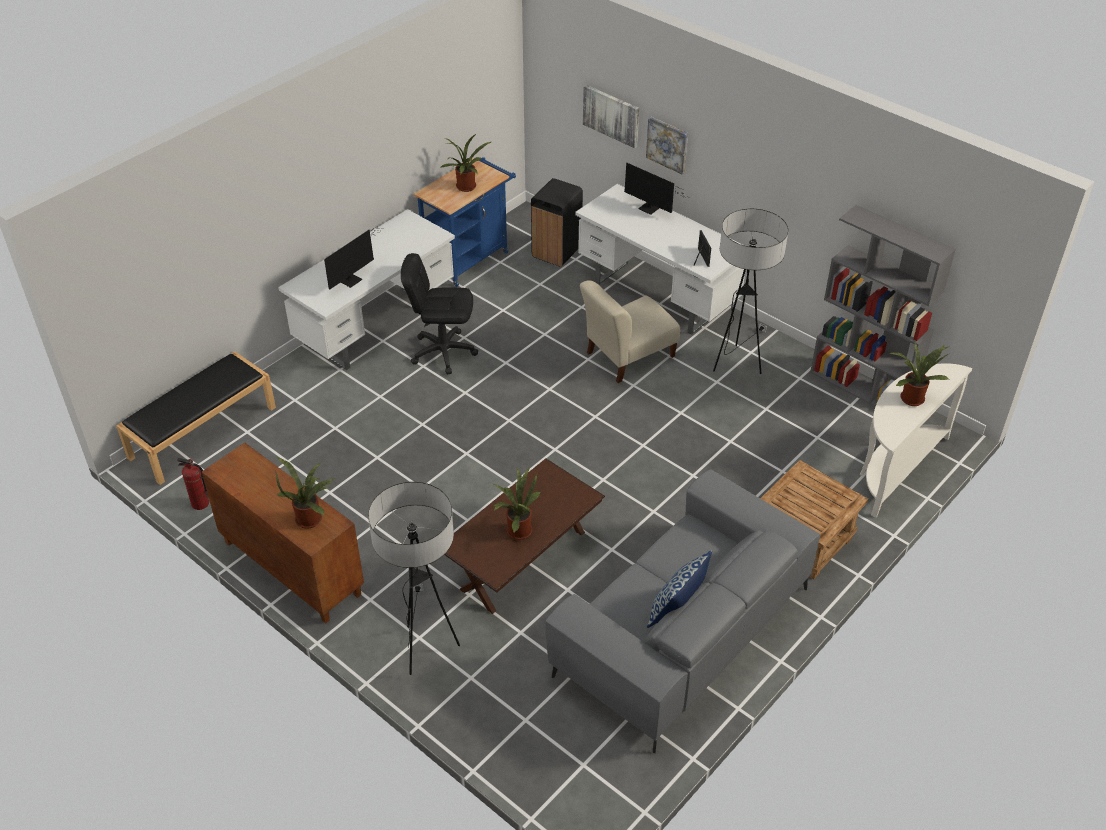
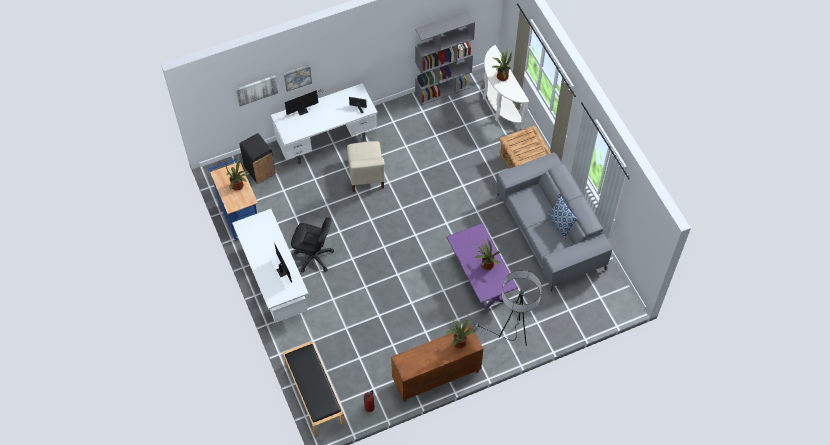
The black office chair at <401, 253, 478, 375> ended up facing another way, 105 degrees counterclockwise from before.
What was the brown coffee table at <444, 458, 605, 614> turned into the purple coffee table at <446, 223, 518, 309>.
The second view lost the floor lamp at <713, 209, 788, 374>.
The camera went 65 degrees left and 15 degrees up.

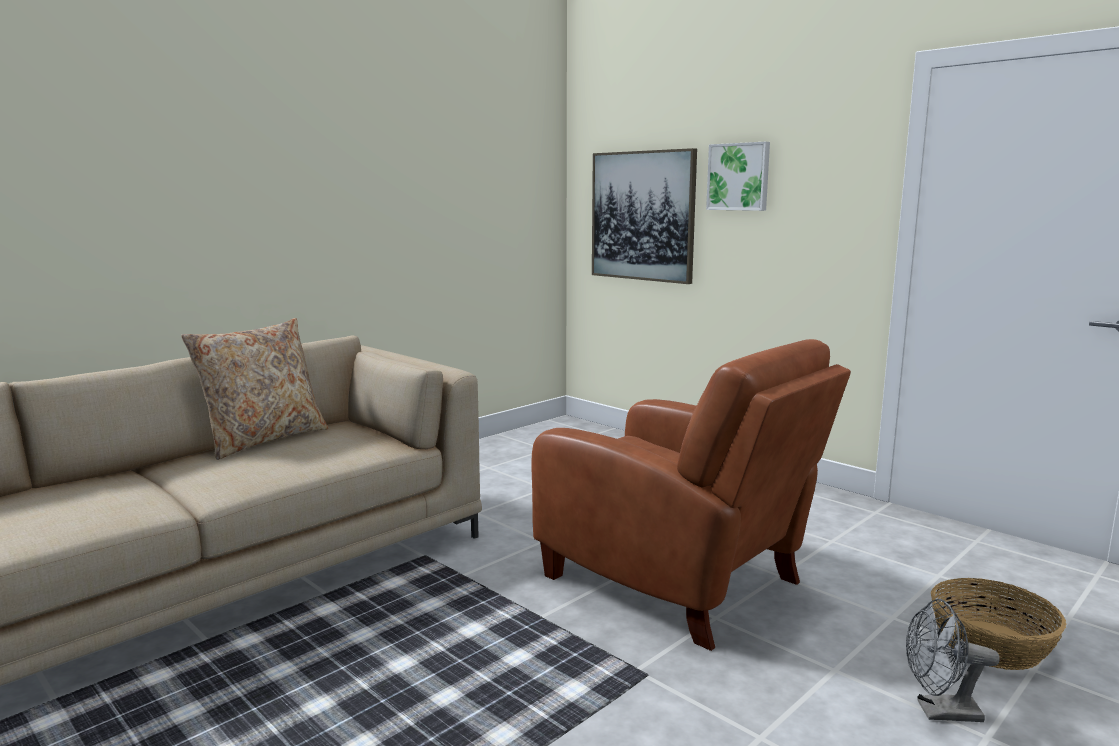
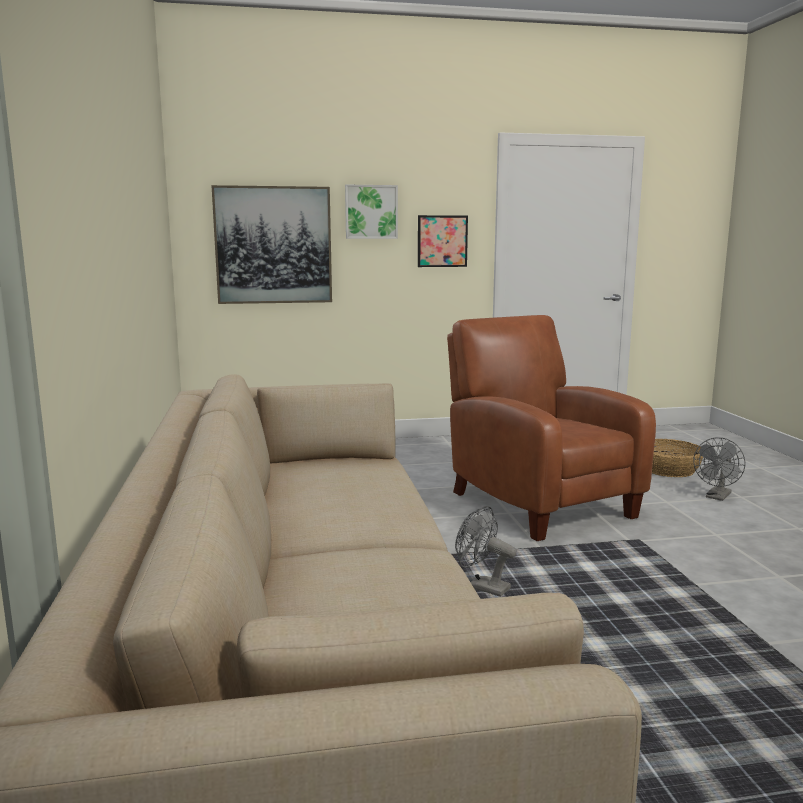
The second view lost the beige pillow at <181, 318, 328, 460>.
The brown armchair at <531, 339, 851, 651> ended up facing another way, 105 degrees counterclockwise from before.
The second view gained the picture at <418, 215, 468, 267>.
The second view gained the grey fan at <455, 506, 516, 597>.
The camera went 55 degrees left and 0 degrees up.

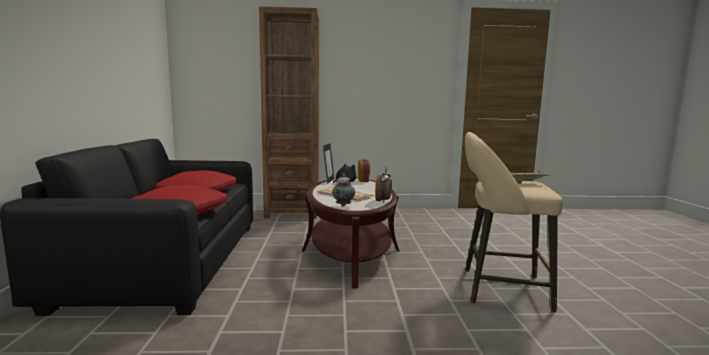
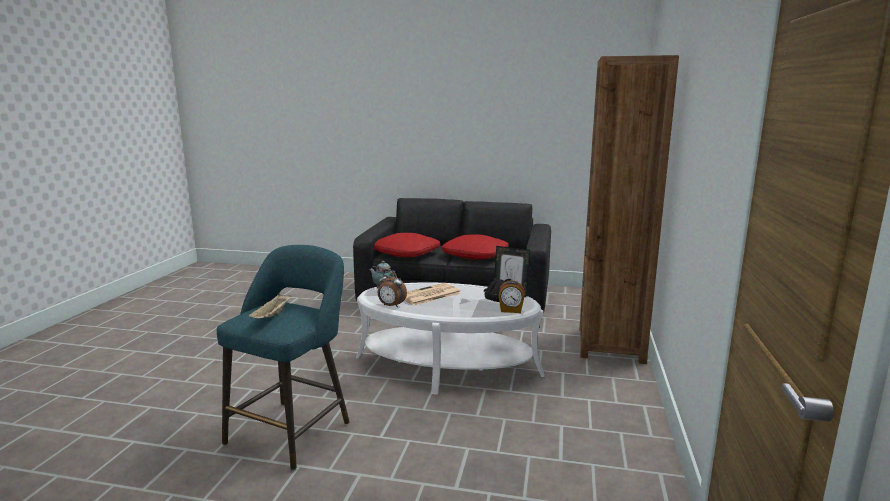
What was the brown coffee table at <302, 178, 400, 288> turned into the white coffee table at <356, 282, 545, 395>.
What was the beige stool at <465, 132, 563, 313> turned into the turquoise stool at <217, 245, 349, 470>.
The camera went 105 degrees right and 5 degrees up.

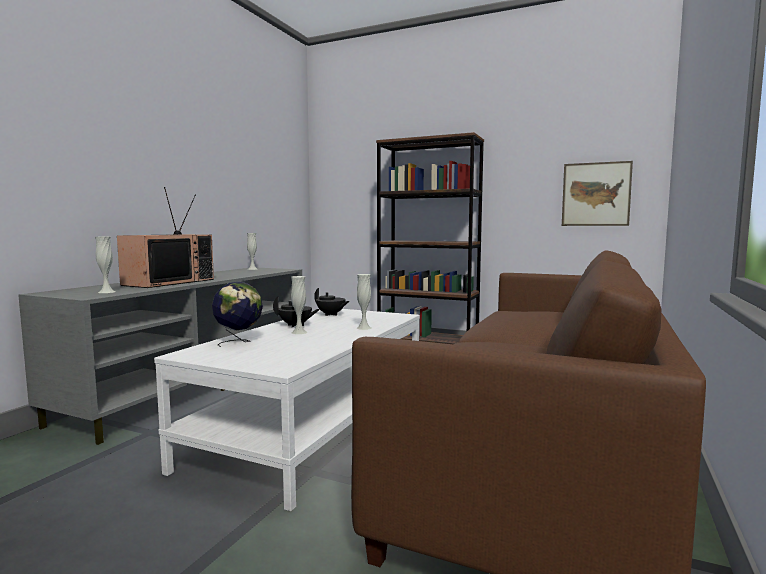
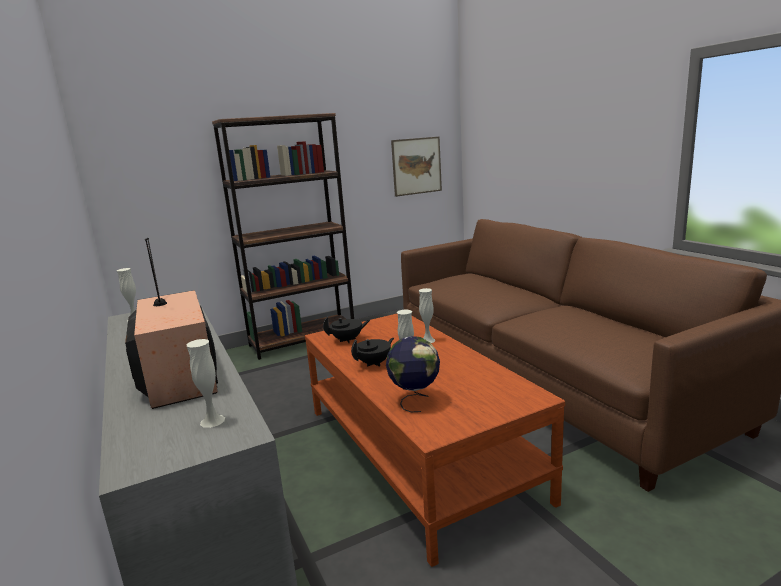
What was the white coffee table at <154, 309, 420, 511> turned into the brown coffee table at <305, 314, 565, 567>.
The camera went 50 degrees left and 10 degrees up.

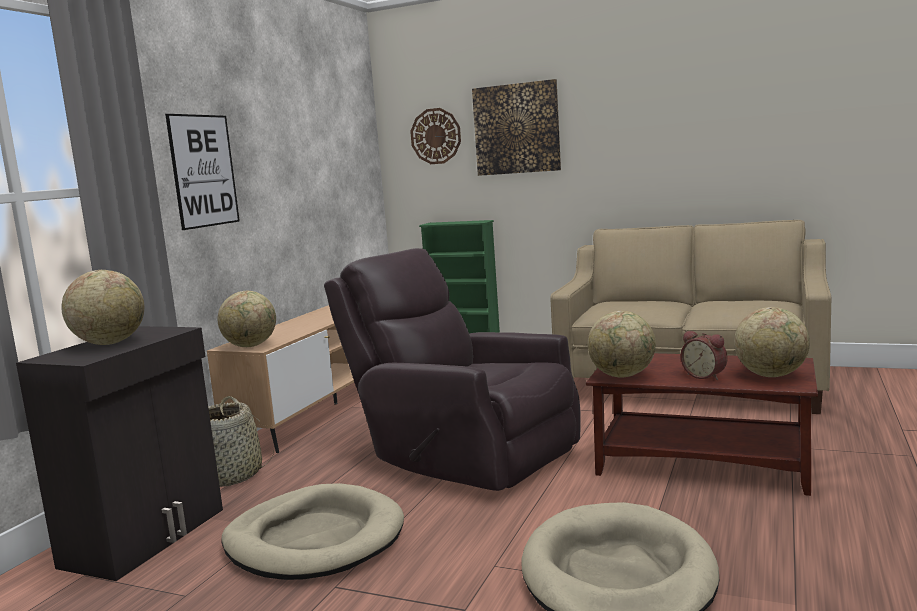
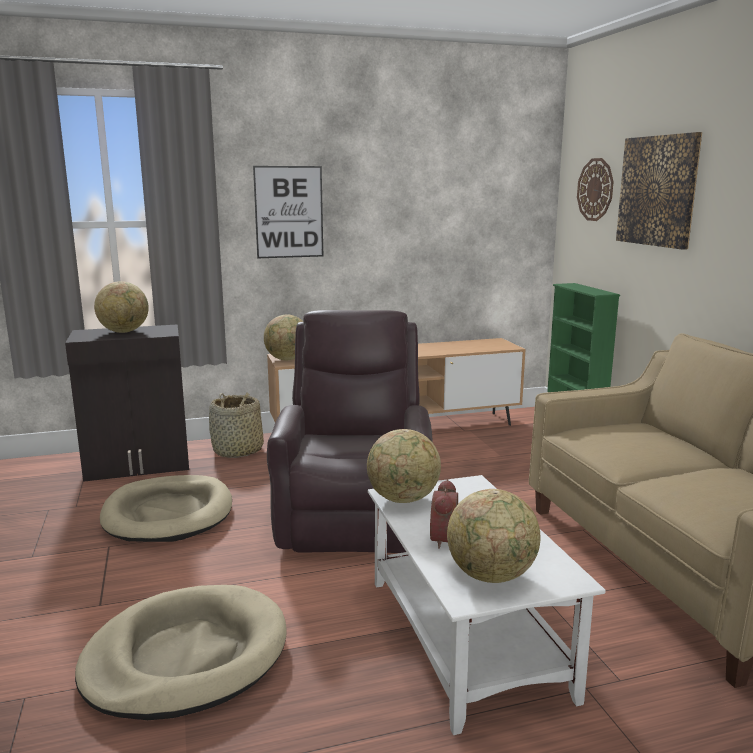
What was the brown coffee table at <586, 353, 818, 496> turned into the white coffee table at <368, 475, 606, 735>.
The camera went 50 degrees right and 5 degrees up.

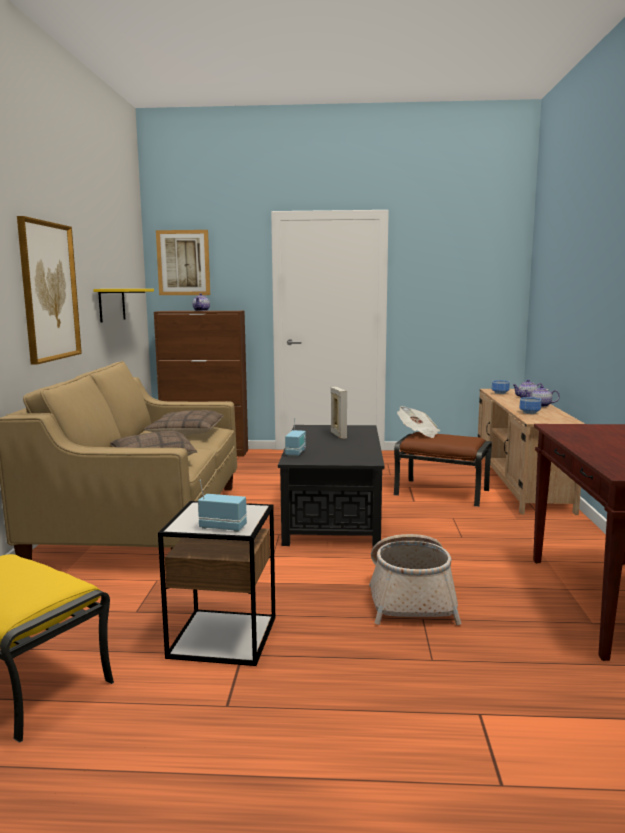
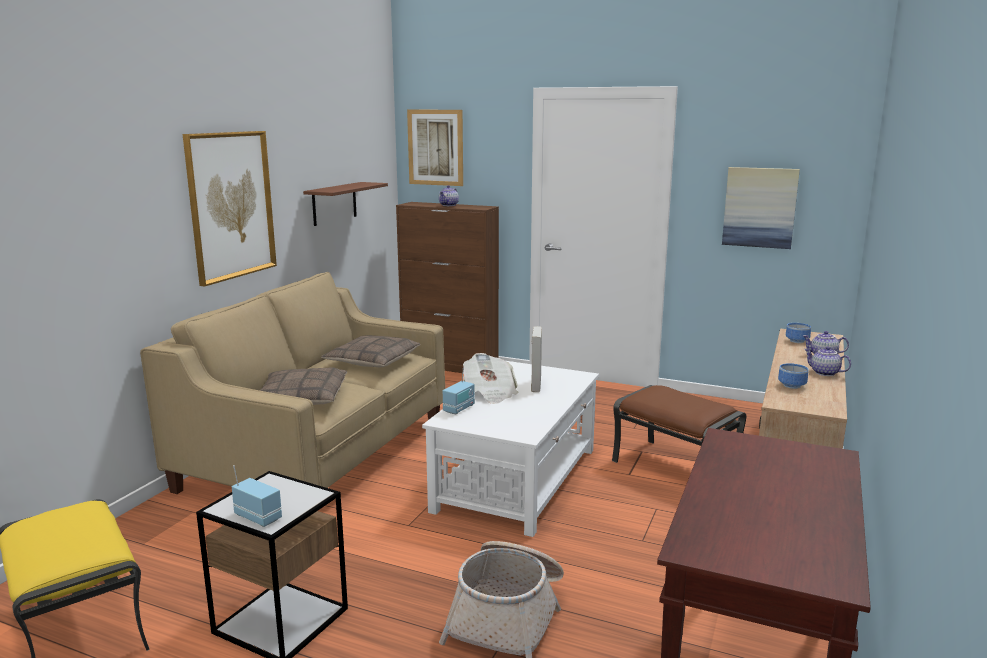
What was the yellow shelf at <93, 289, 154, 322> turned into the brown shelf at <303, 182, 388, 226>.
What was the black coffee table at <278, 425, 385, 547> turned into the white coffee table at <422, 361, 599, 537>.
The newspaper ended up elsewhere, having gone from <397, 406, 440, 438> to <463, 353, 518, 404>.
The second view gained the picture at <722, 167, 800, 249>.
The camera went 20 degrees right and 5 degrees up.

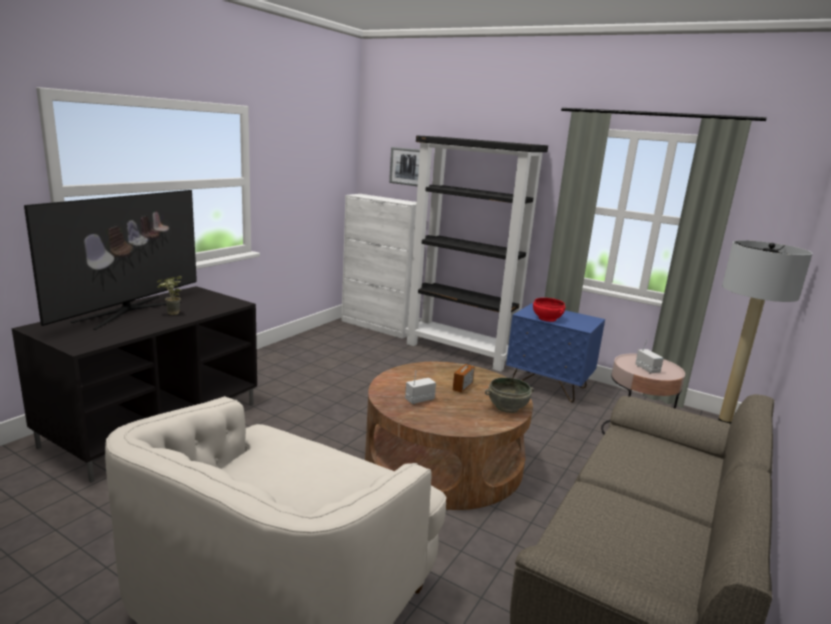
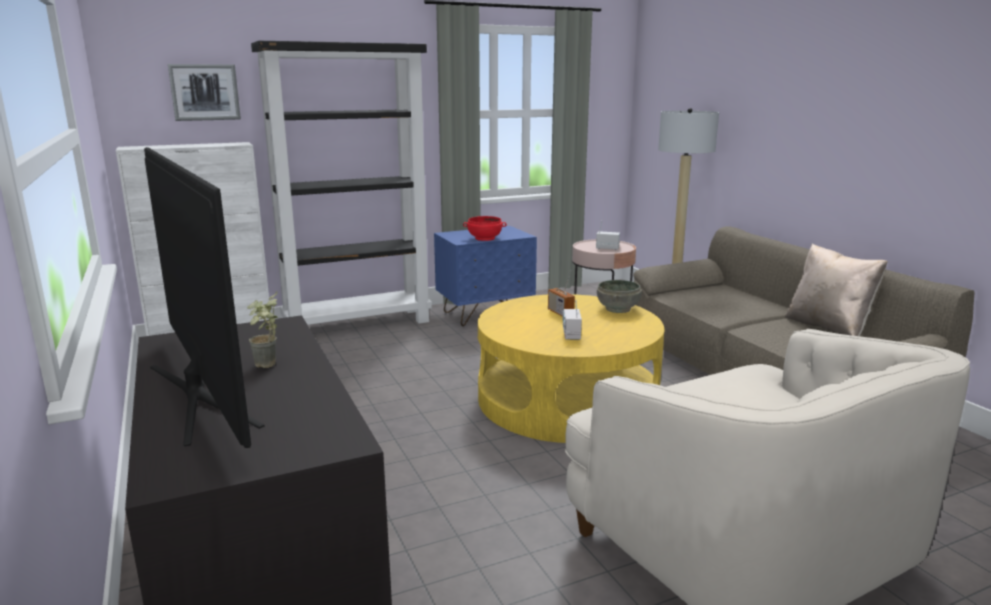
What was the brown coffee table at <365, 362, 533, 510> turned into the yellow coffee table at <478, 294, 664, 443>.
The second view gained the beige pillow at <785, 244, 888, 336>.
The camera went 55 degrees left and 0 degrees up.

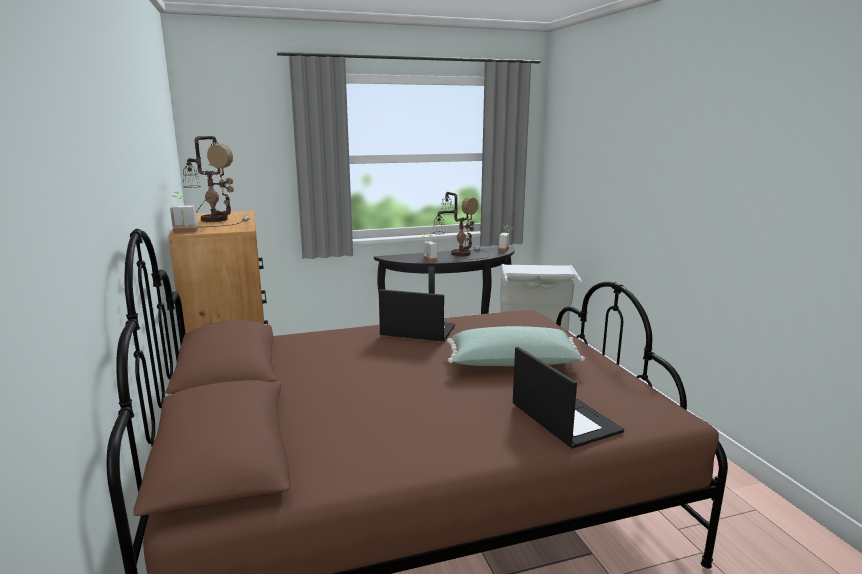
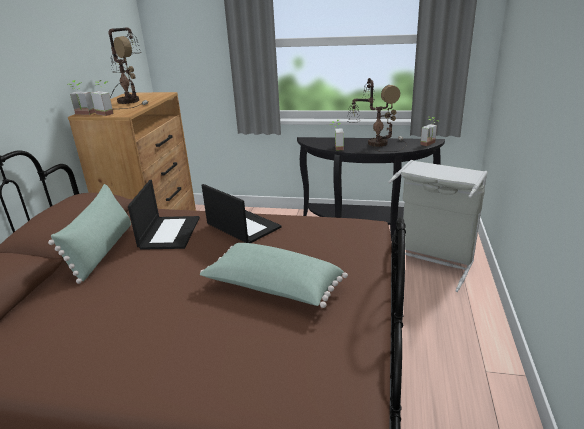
The laptop ended up elsewhere, having gone from <513, 347, 624, 449> to <128, 180, 200, 250>.
The second view gained the green pillow at <48, 184, 131, 284>.
The second view gained the potted plant at <91, 80, 114, 116>.
The camera went 30 degrees right and 10 degrees up.

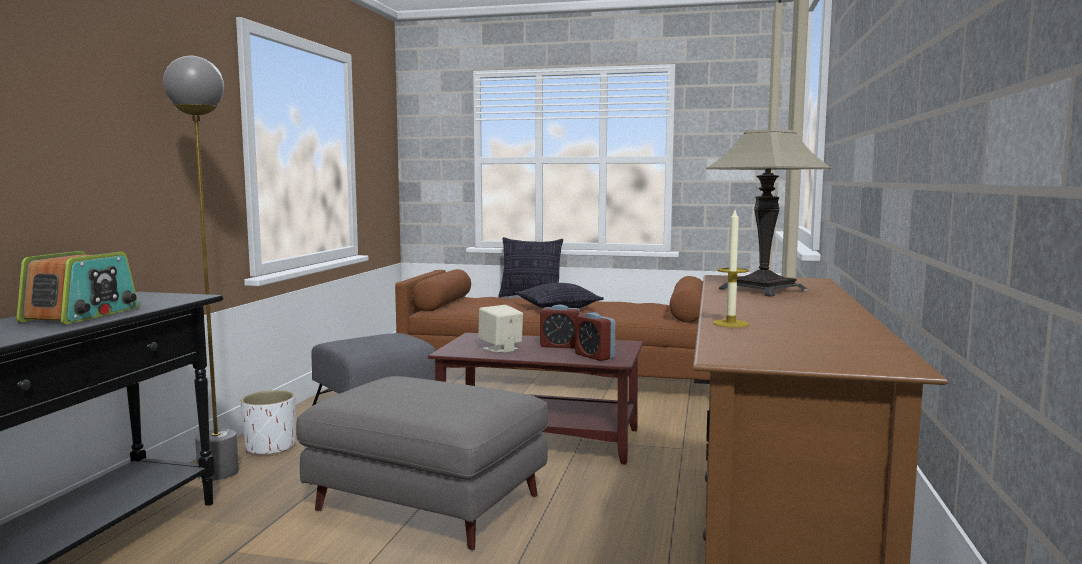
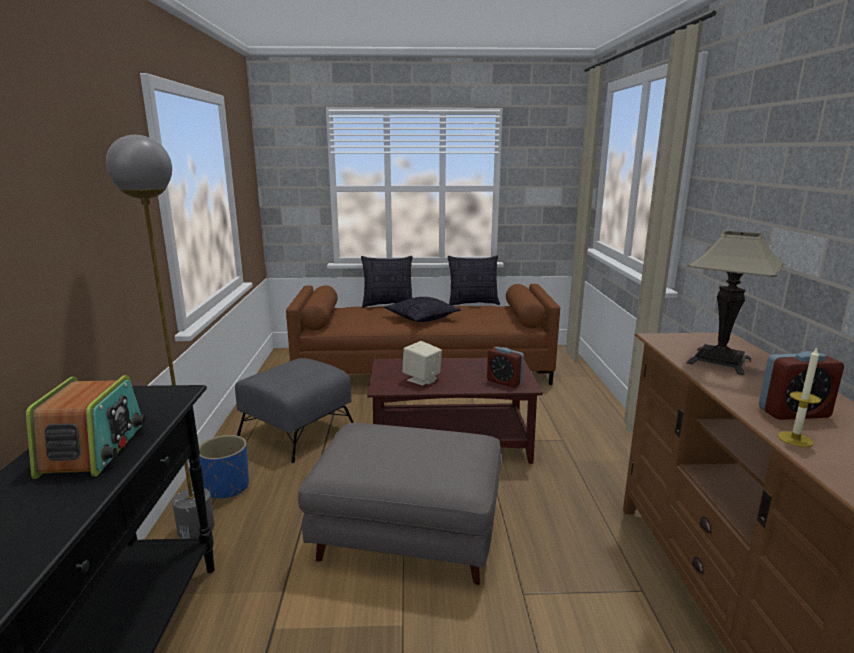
What was the white planter at <240, 390, 295, 456> turned into the blue planter at <199, 435, 249, 499>.
The alarm clock ended up elsewhere, having gone from <540, 305, 580, 349> to <759, 351, 844, 420>.
The second view gained the pillow at <448, 256, 500, 306>.
The camera went 15 degrees left and 10 degrees up.

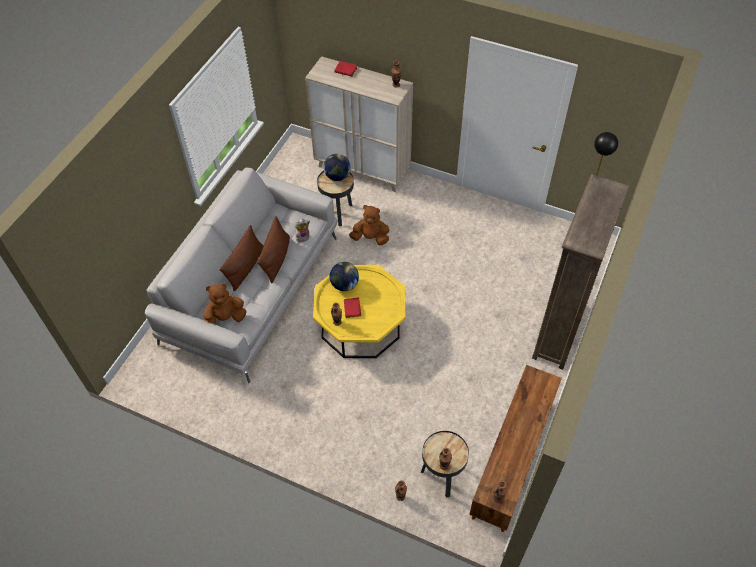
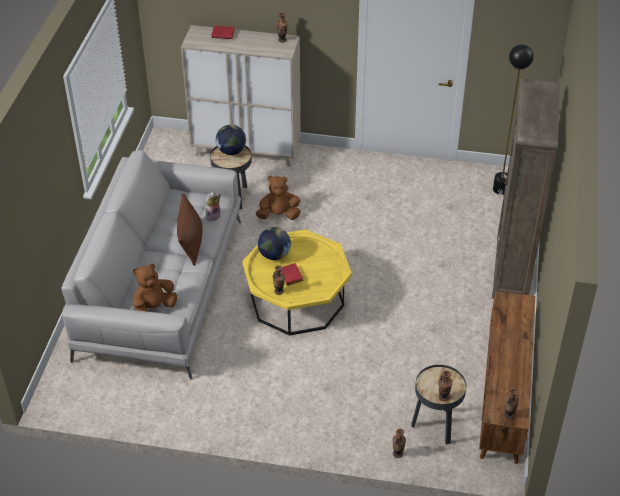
The second view lost the brown pillow at <220, 225, 263, 291>.
The camera went 15 degrees left and 10 degrees down.

